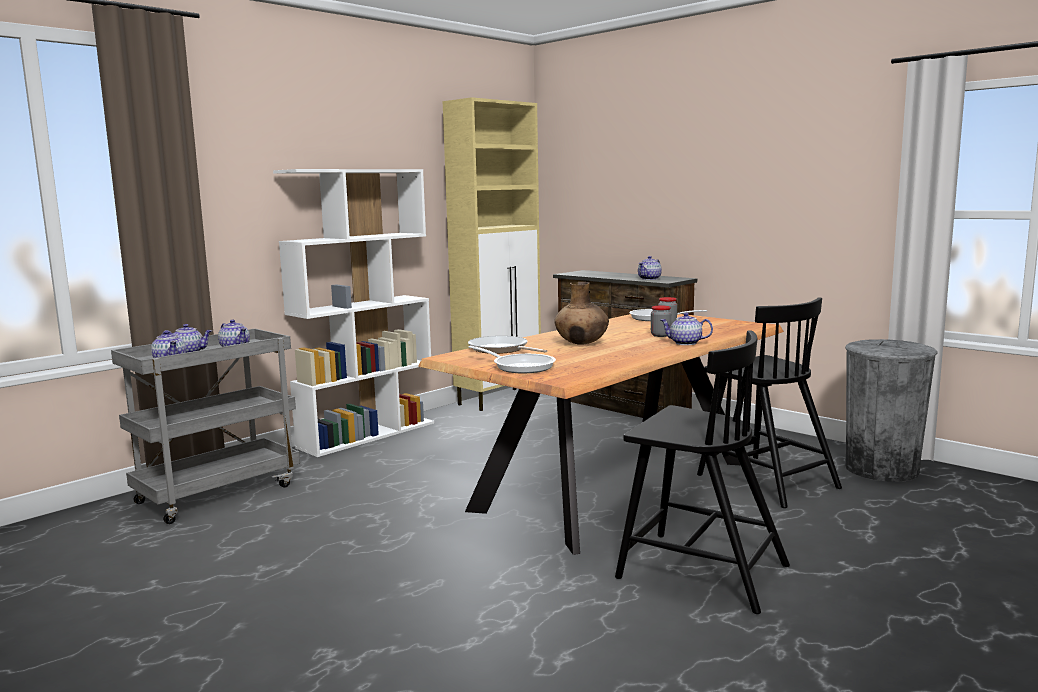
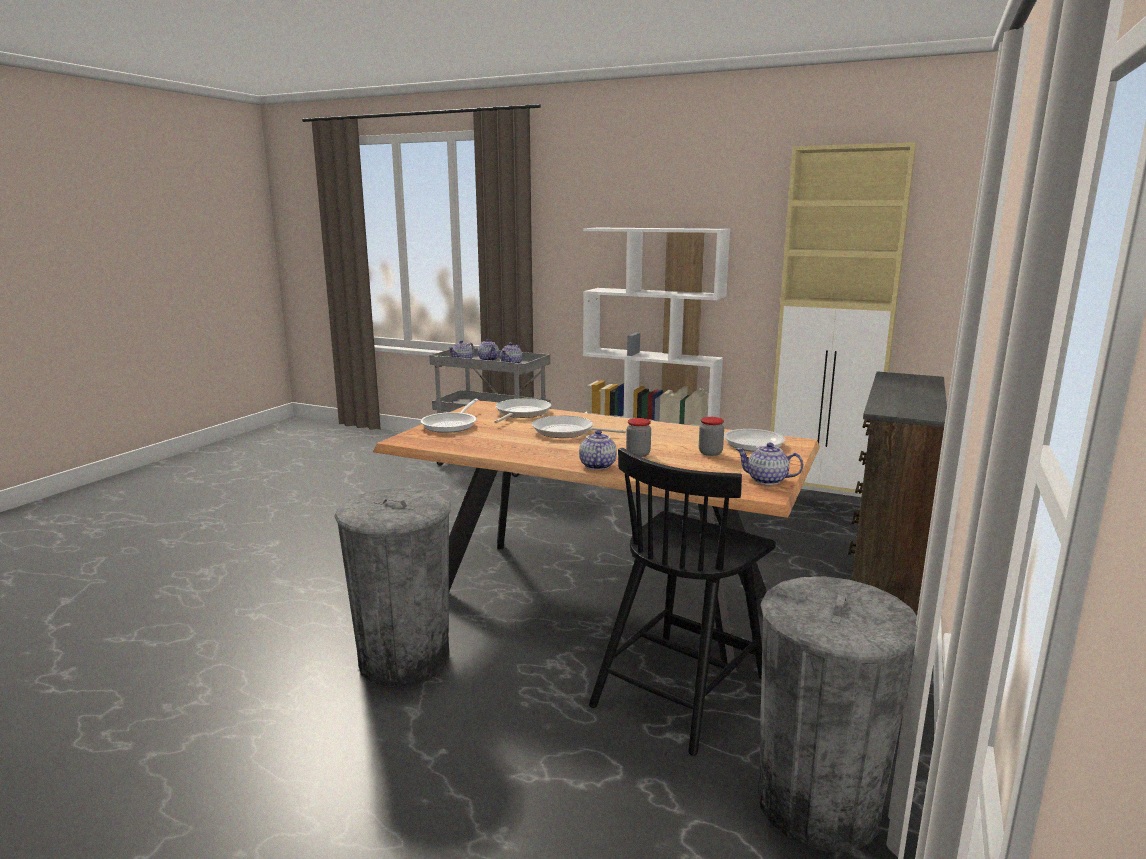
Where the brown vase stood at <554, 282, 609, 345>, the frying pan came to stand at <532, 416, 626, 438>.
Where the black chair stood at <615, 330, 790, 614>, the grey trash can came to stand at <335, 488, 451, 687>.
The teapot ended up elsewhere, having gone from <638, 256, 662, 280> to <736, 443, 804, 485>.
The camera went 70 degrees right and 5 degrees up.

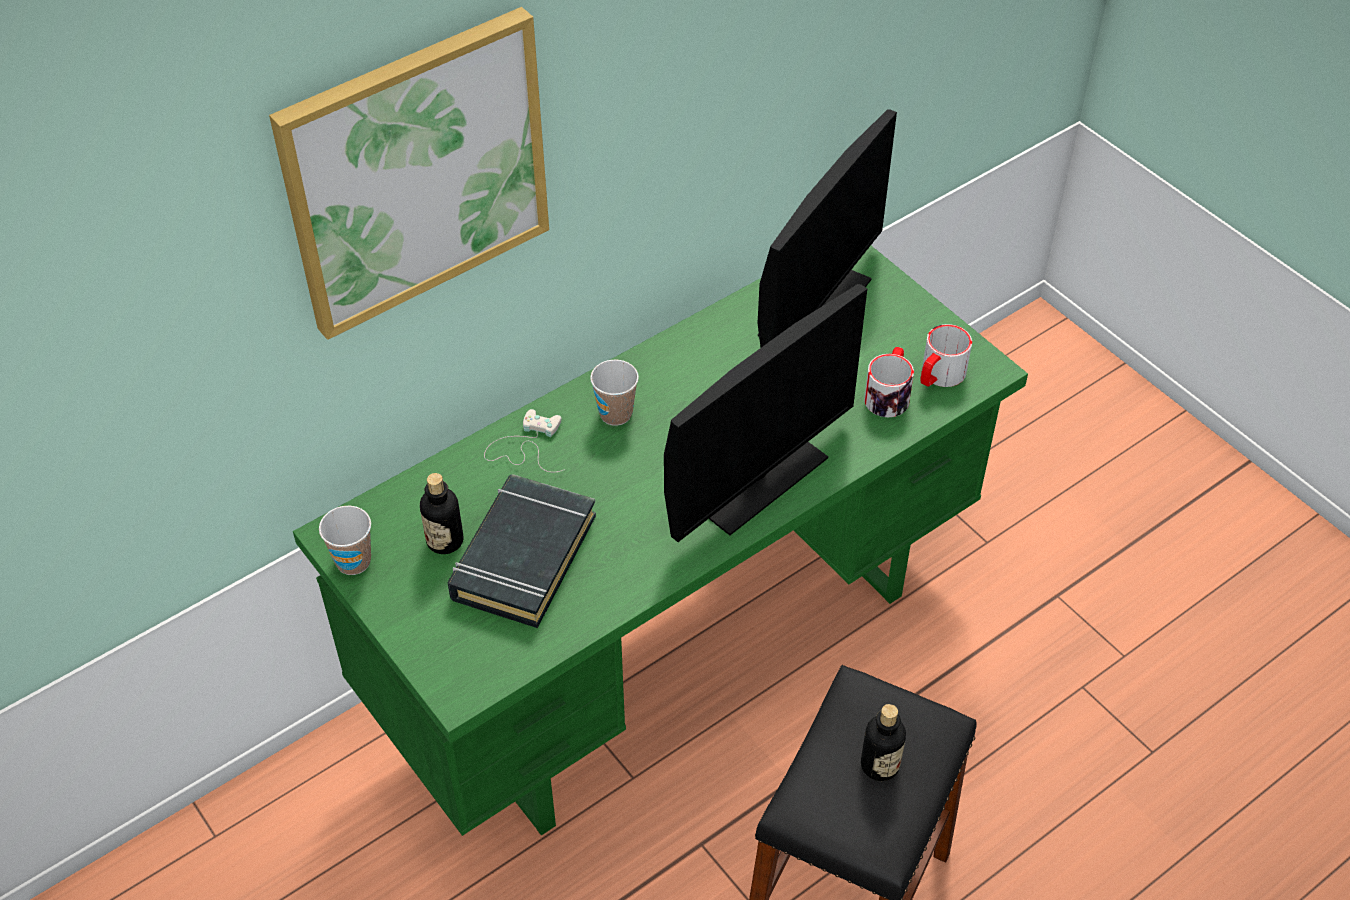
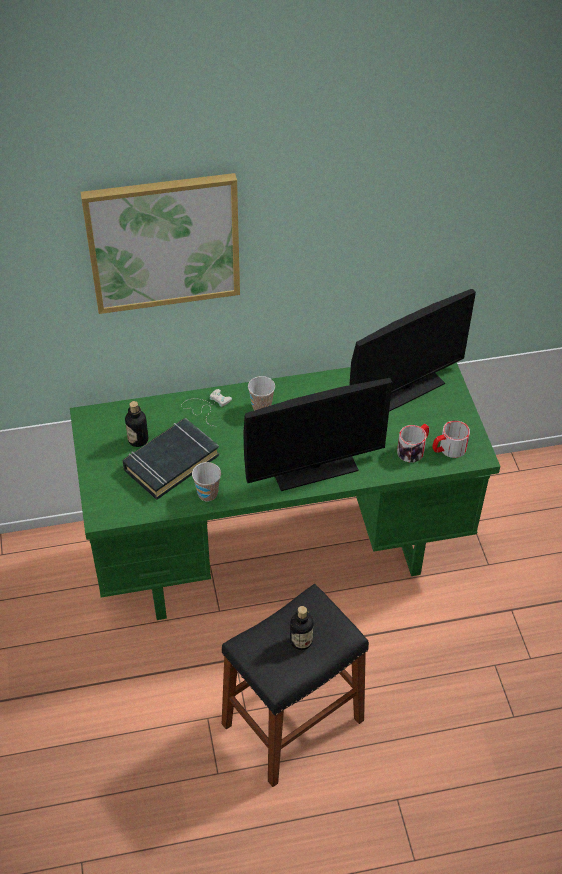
The cup ended up elsewhere, having gone from <319, 506, 371, 575> to <192, 462, 221, 502>.
The camera went 25 degrees right and 0 degrees up.

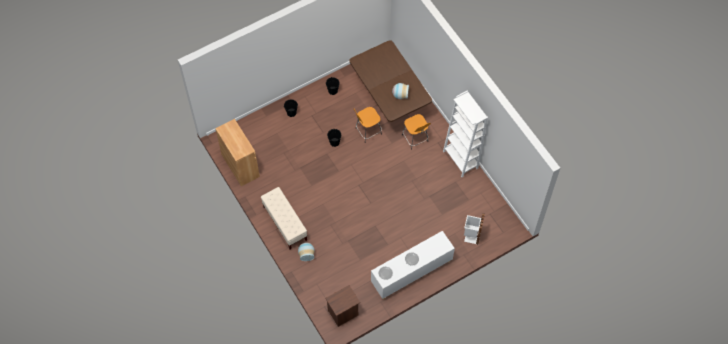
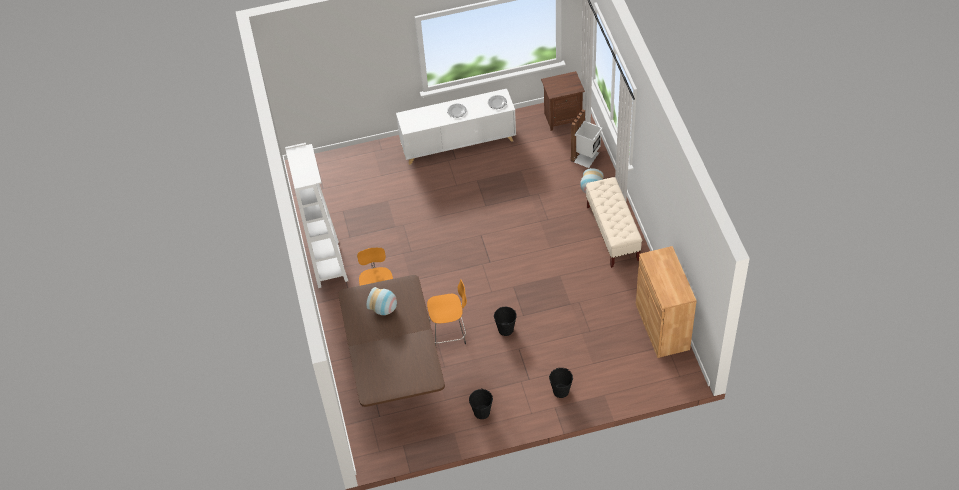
The white trash can ended up elsewhere, having gone from <464, 213, 485, 244> to <571, 109, 603, 168>.
The camera went 160 degrees left and 10 degrees down.

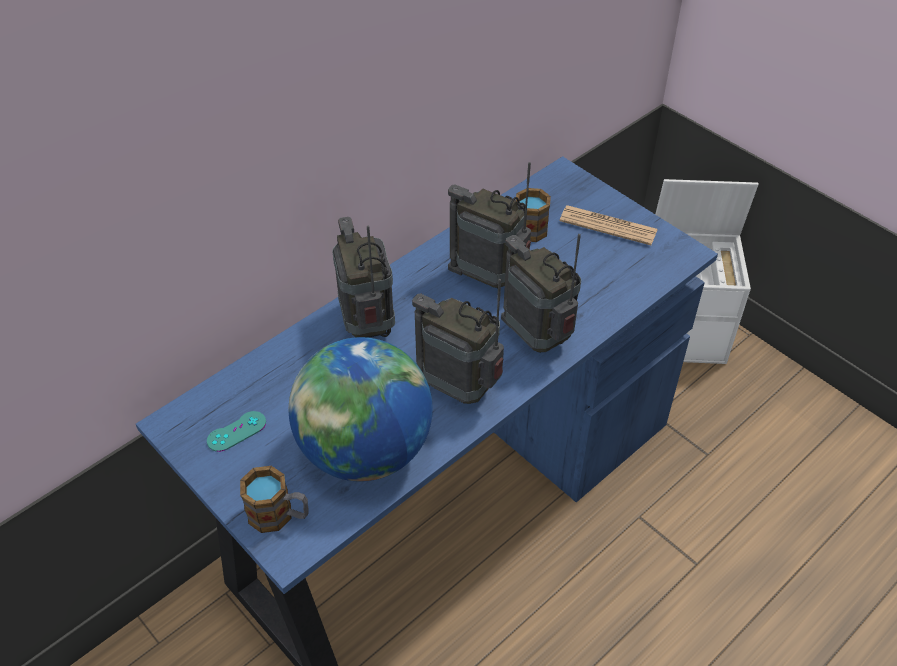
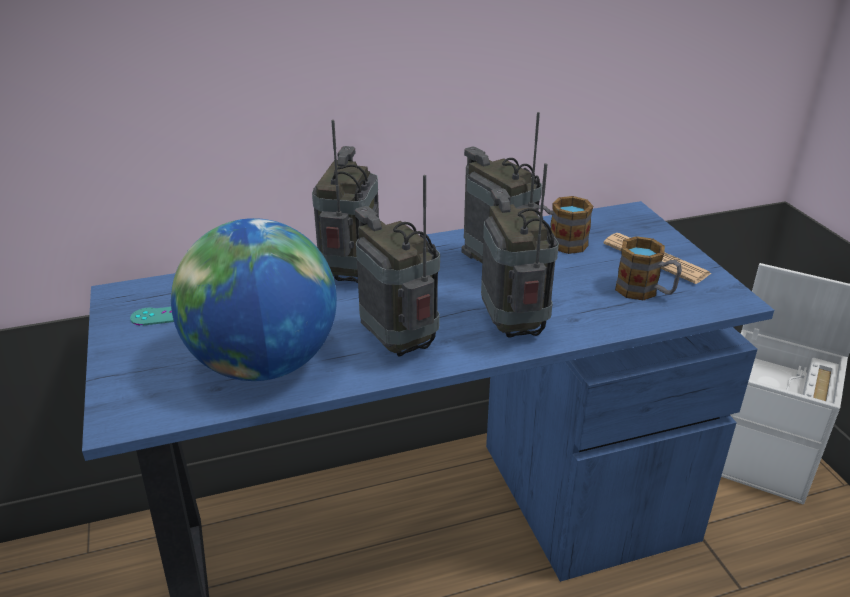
The mug ended up elsewhere, having gone from <240, 466, 309, 533> to <615, 236, 682, 300>.
The camera went 25 degrees right and 15 degrees down.

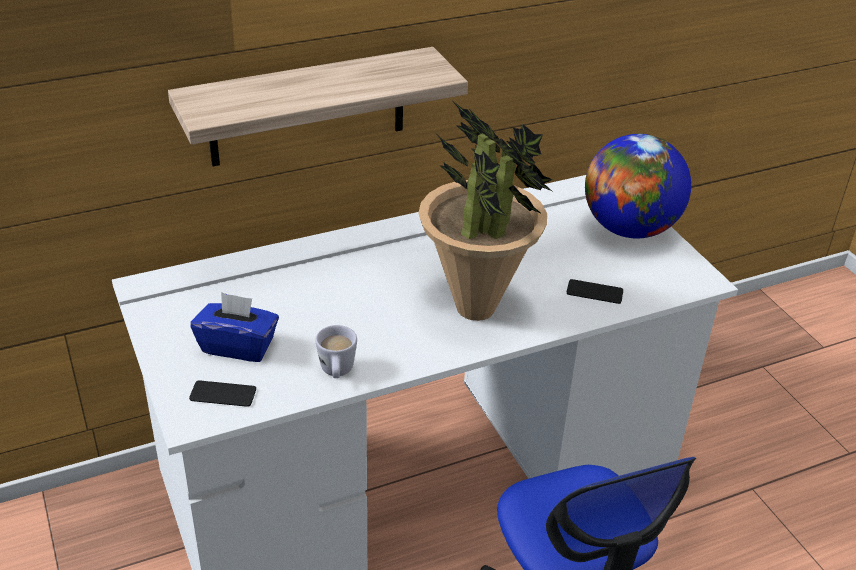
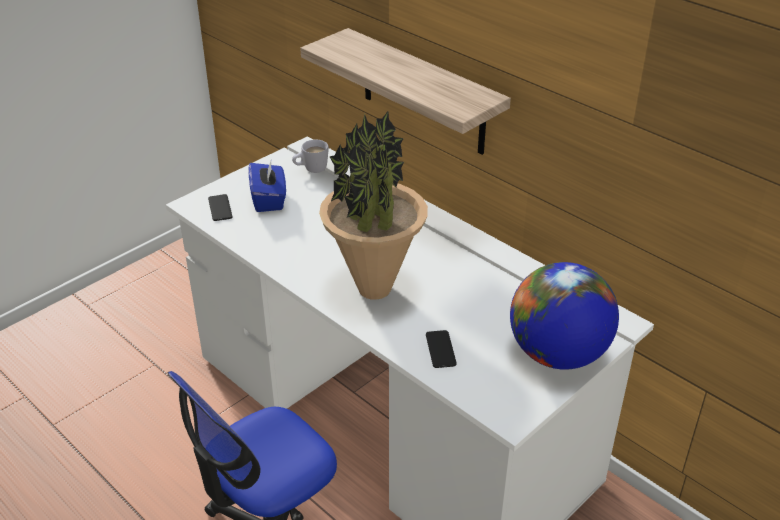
The white mug ended up elsewhere, having gone from <315, 325, 357, 378> to <292, 140, 329, 173>.
The camera went 70 degrees right and 0 degrees up.

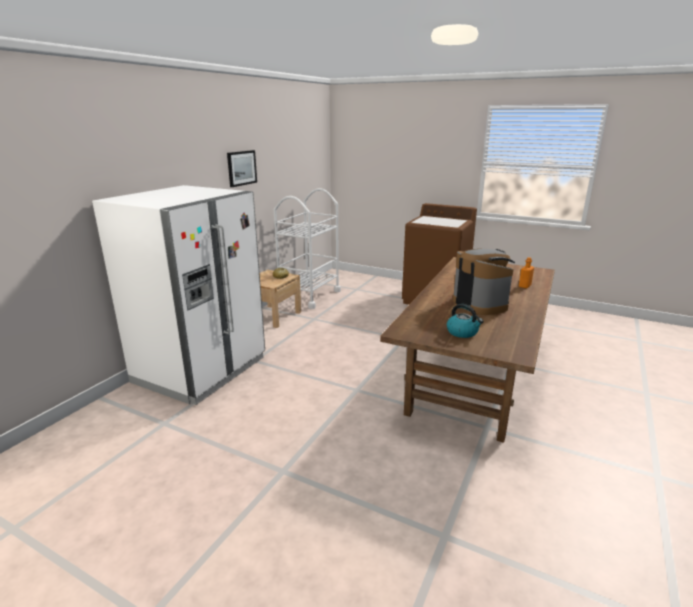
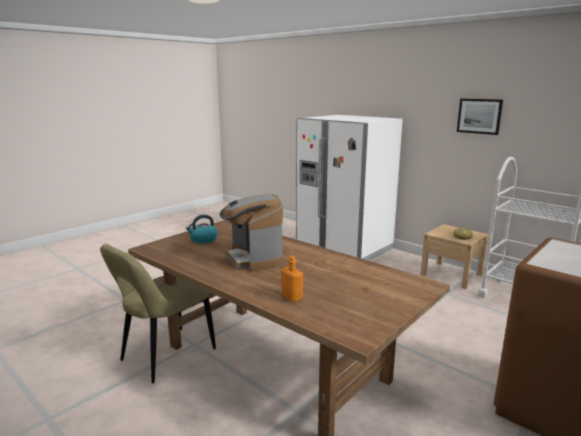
The coffee machine at <453, 249, 515, 315> ended up facing another way, 75 degrees clockwise from before.
The second view gained the beige chair at <100, 244, 216, 383>.
The camera went 105 degrees right and 5 degrees down.

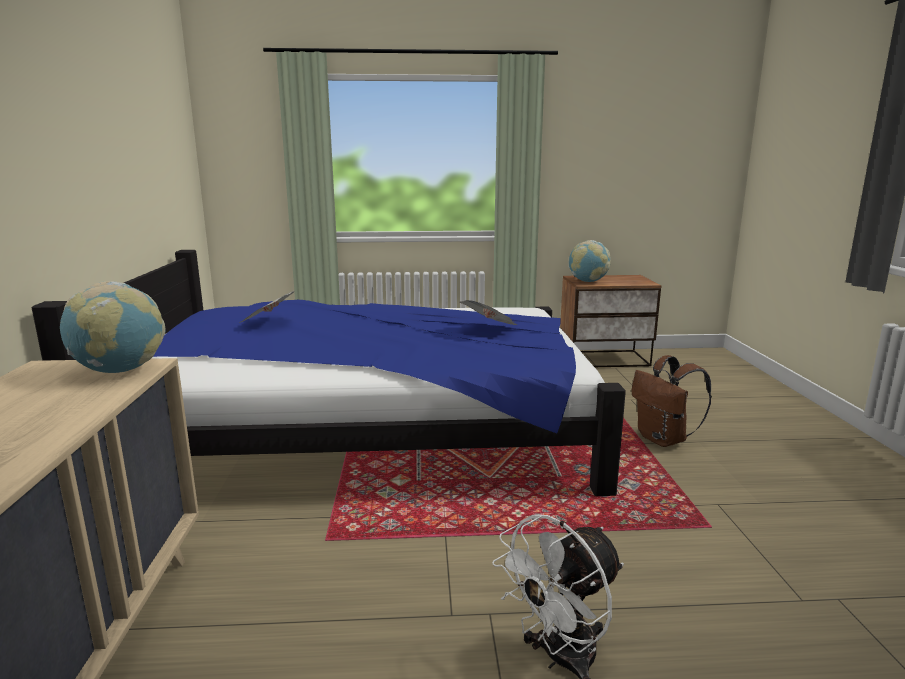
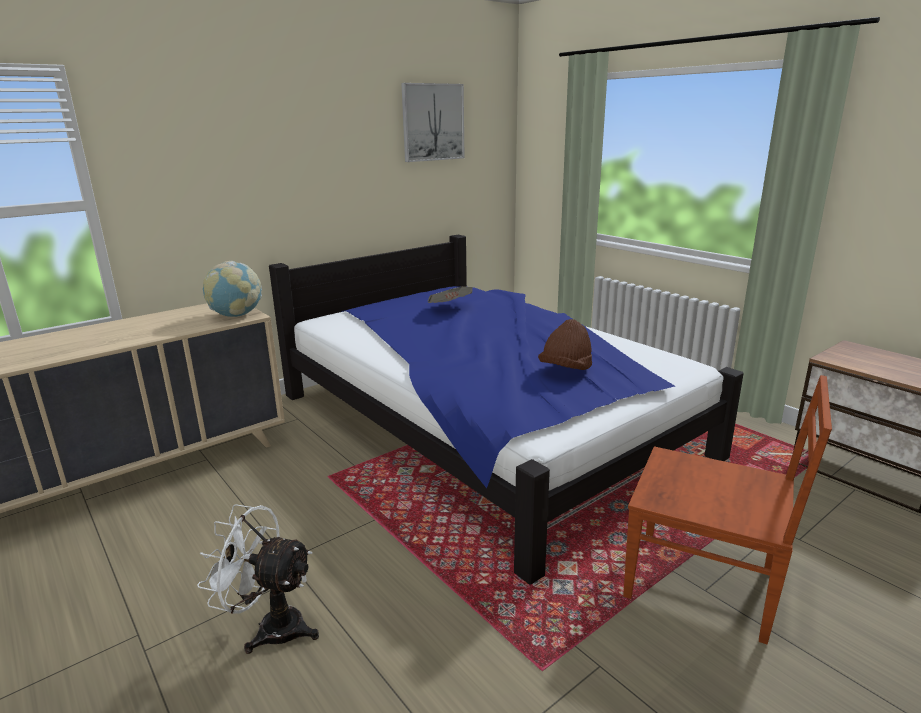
Where the newspaper stood at <460, 300, 518, 325>, the brown hat came to stand at <538, 319, 592, 370>.
The second view lost the globe at <568, 240, 611, 282>.
Where the brown backpack stood at <631, 355, 712, 447>, the brown chair came to stand at <623, 375, 832, 644>.
The second view gained the picture at <401, 83, 465, 162>.
The camera went 55 degrees right and 5 degrees up.

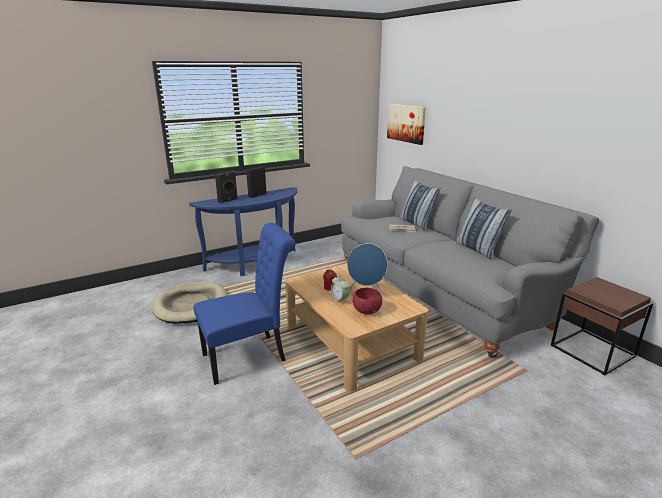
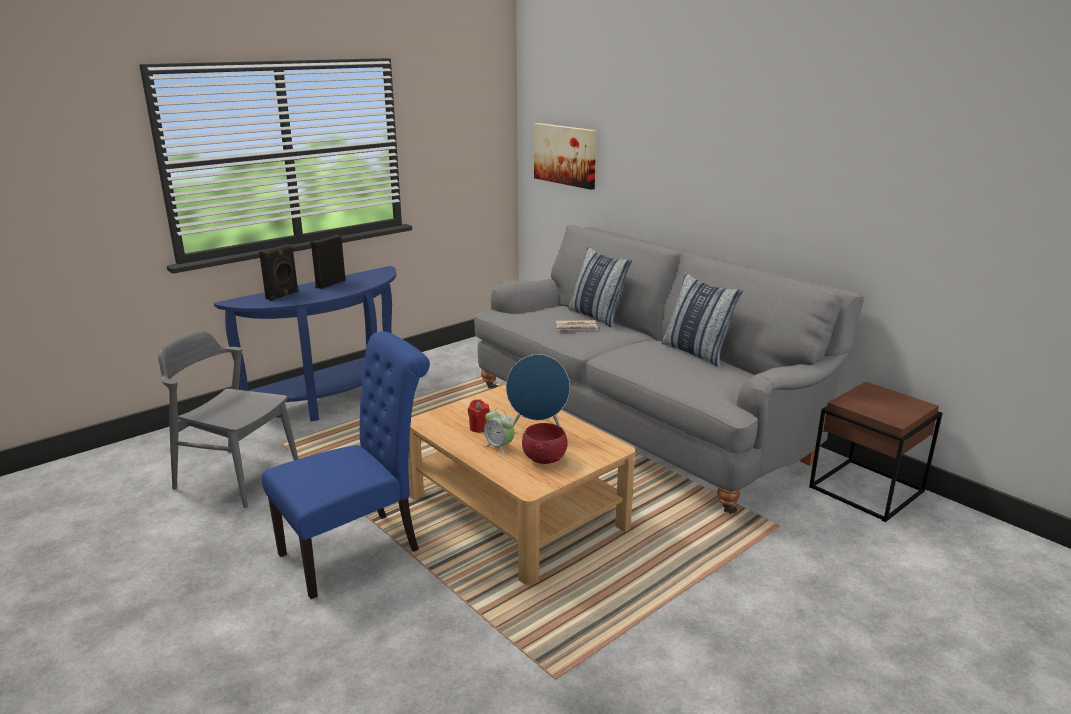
Where the beige dog bed stood at <152, 282, 228, 324>, the grey chair came to stand at <158, 331, 298, 508>.
The camera went 10 degrees left and 0 degrees up.

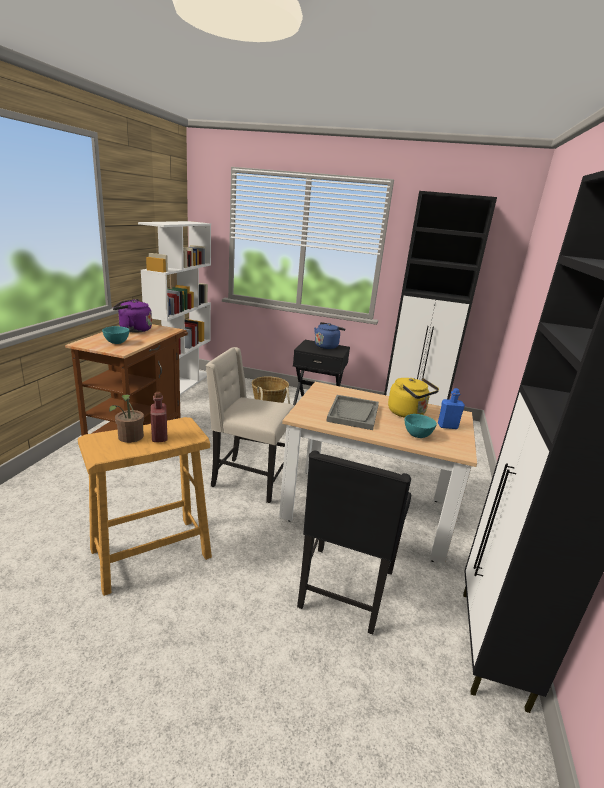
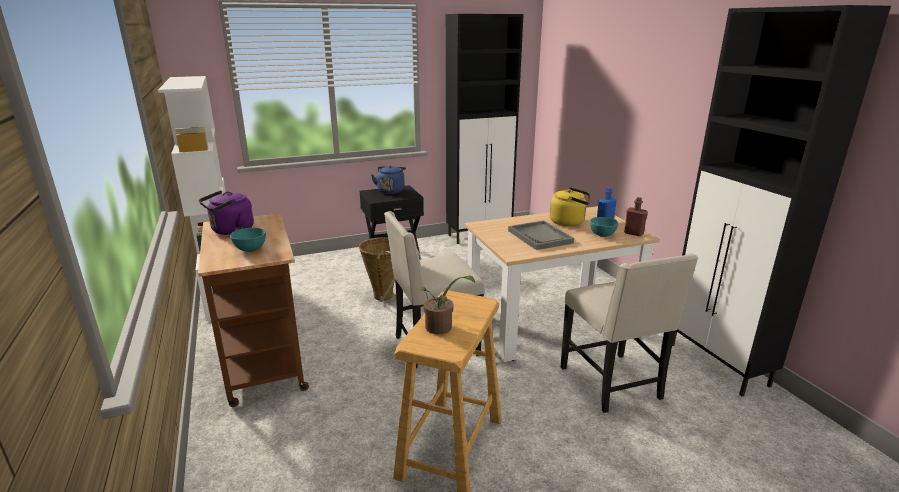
The red bottle ended up elsewhere, having gone from <151, 392, 168, 442> to <624, 197, 648, 236>.
What was the black chair at <297, 450, 411, 634> turned into the beige chair at <561, 253, 698, 413>.
The camera went 35 degrees left and 0 degrees up.

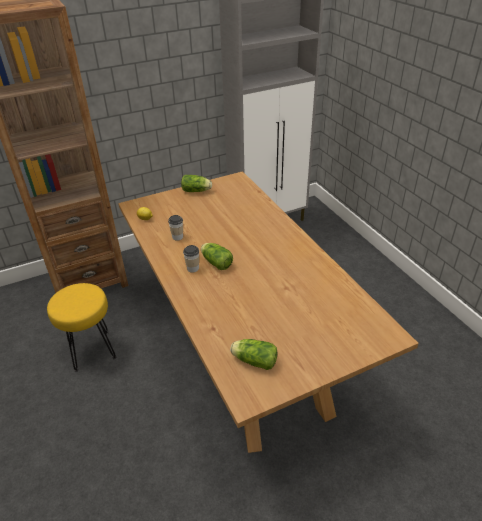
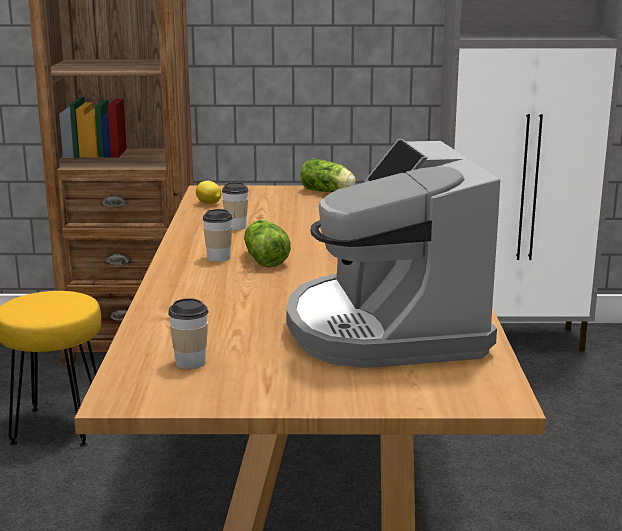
Where the lettuce stood at <230, 339, 278, 370>, the cup came to stand at <168, 298, 208, 369>.
The second view gained the coffee machine at <286, 139, 500, 368>.
The camera went 25 degrees right and 20 degrees down.

